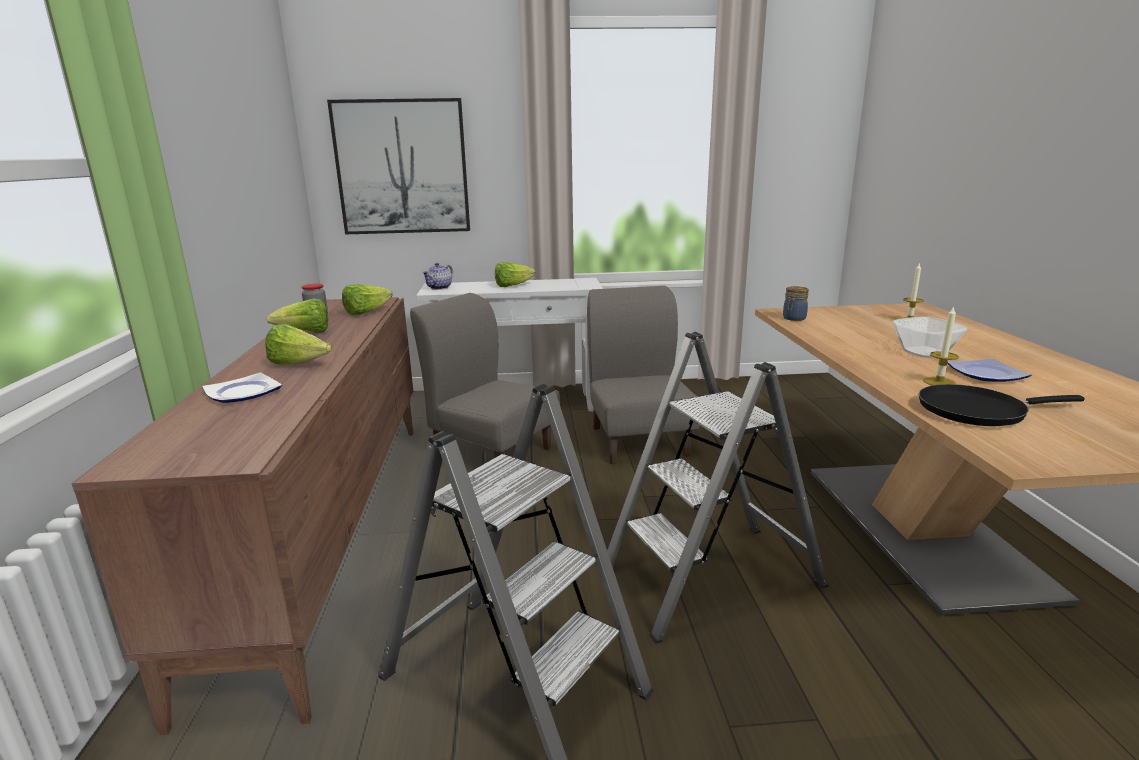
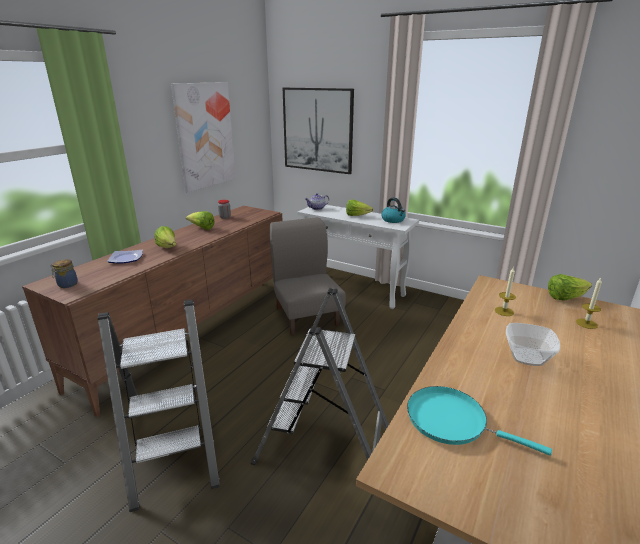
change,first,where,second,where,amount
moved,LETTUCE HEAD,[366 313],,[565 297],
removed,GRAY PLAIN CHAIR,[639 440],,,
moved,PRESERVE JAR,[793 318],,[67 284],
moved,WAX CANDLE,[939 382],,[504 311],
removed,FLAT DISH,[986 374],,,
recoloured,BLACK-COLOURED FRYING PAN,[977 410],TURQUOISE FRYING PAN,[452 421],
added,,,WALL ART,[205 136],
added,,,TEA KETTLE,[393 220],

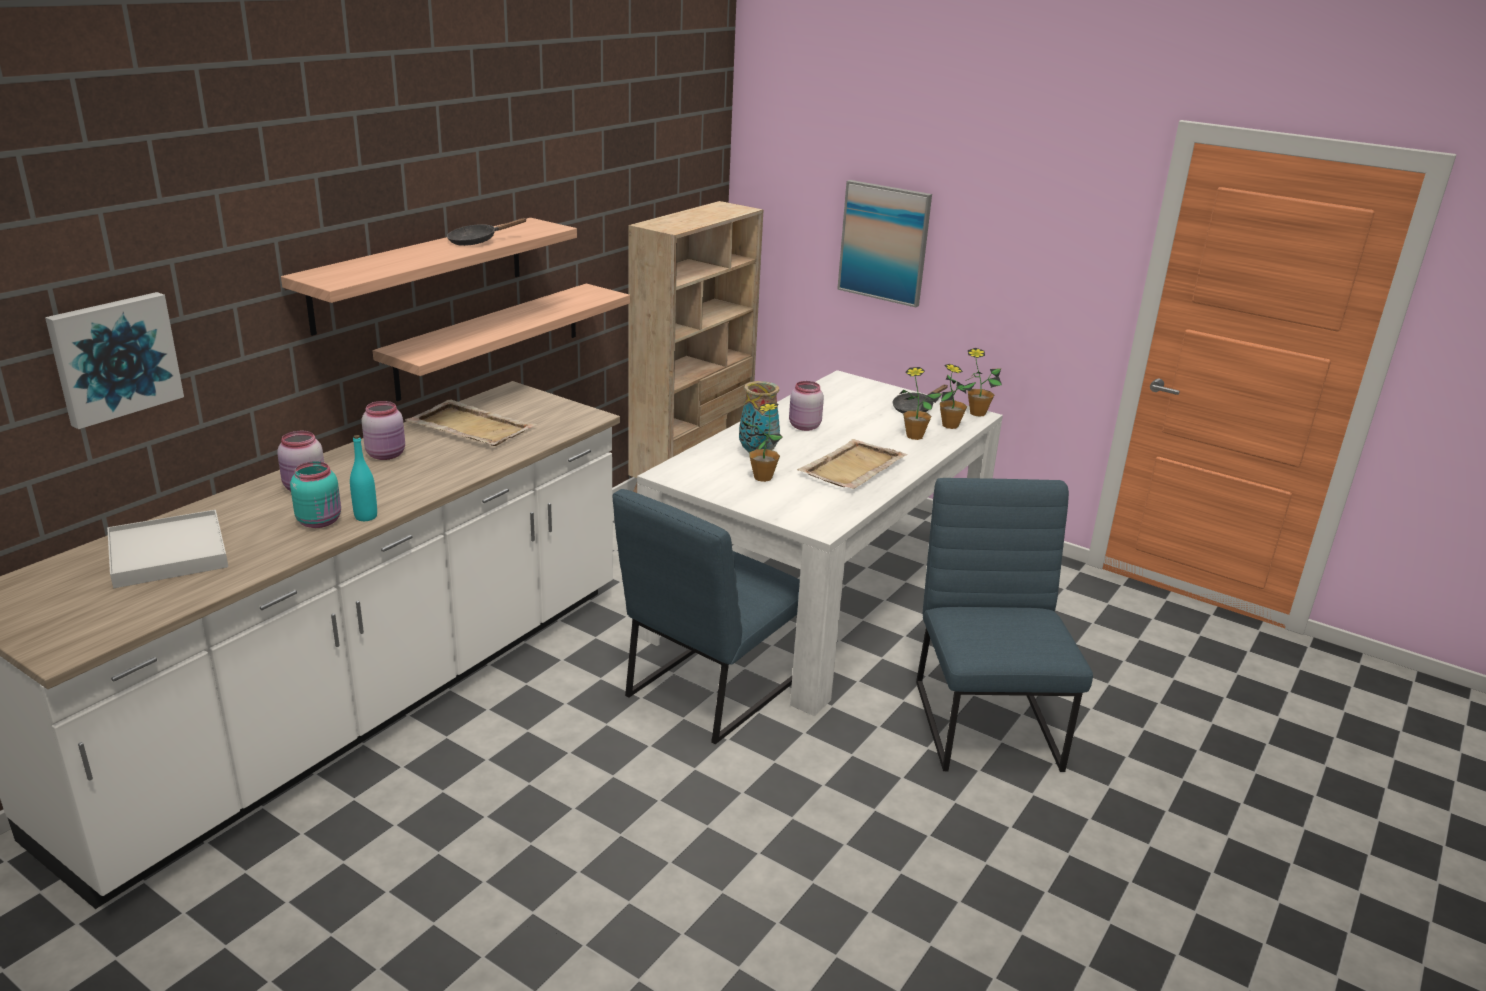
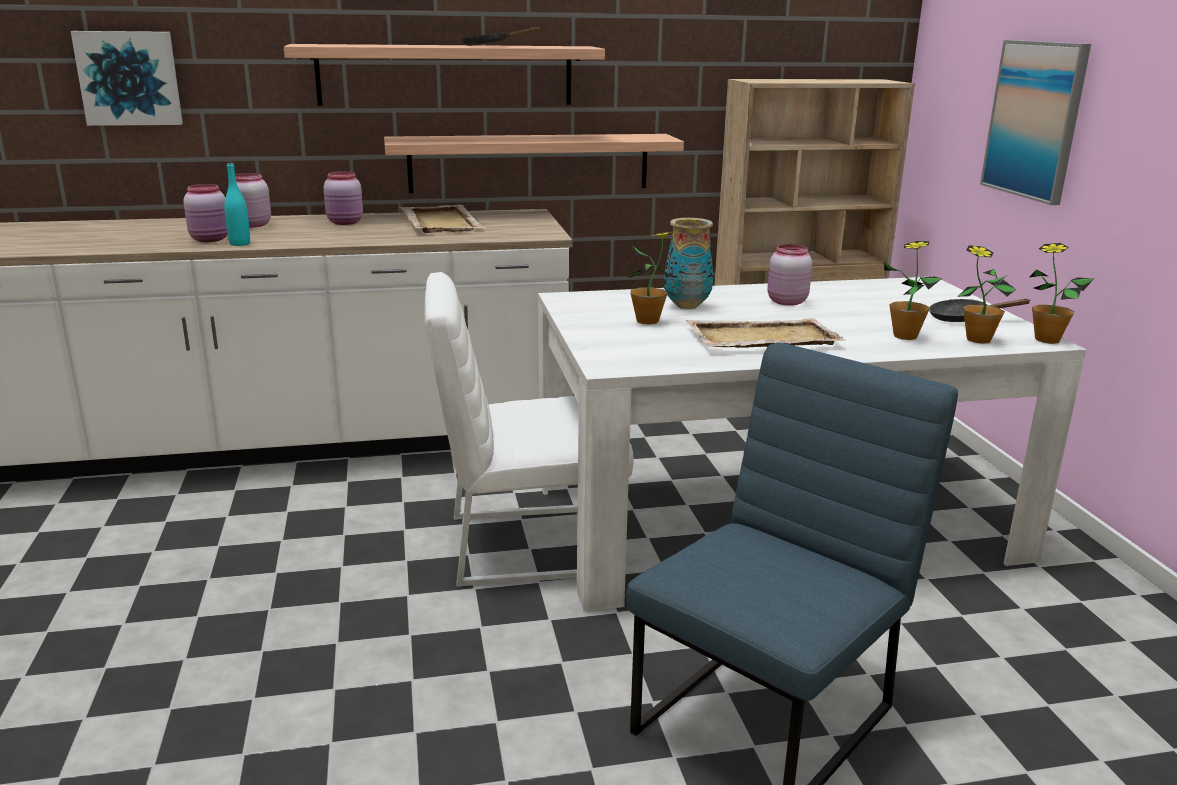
change,first,where,second,where,amount
recoloured,TURQUOISE PRESERVE JAR,[321 521],PINK PRESERVE JAR,[211 239],
recoloured,BLUE-COLOURED PLAIN CHAIR,[709 689],WHITISH PLAIN CHAIR,[528 544],
removed,WHITISH CARRYING TRAY,[168 554],,,

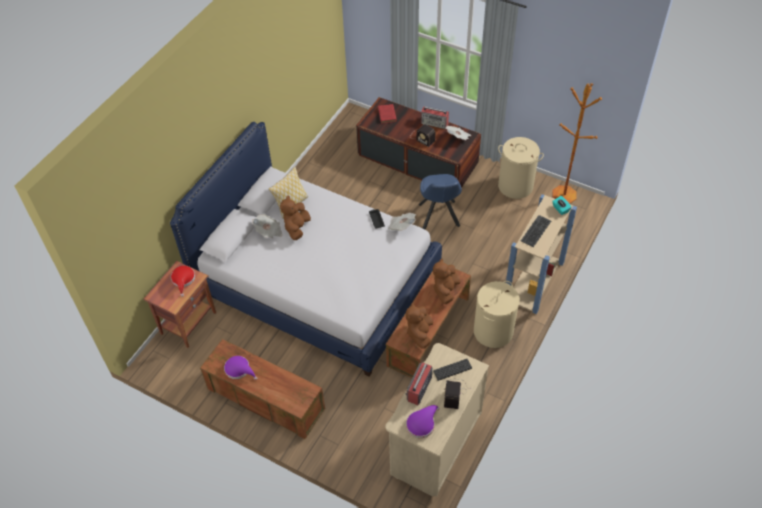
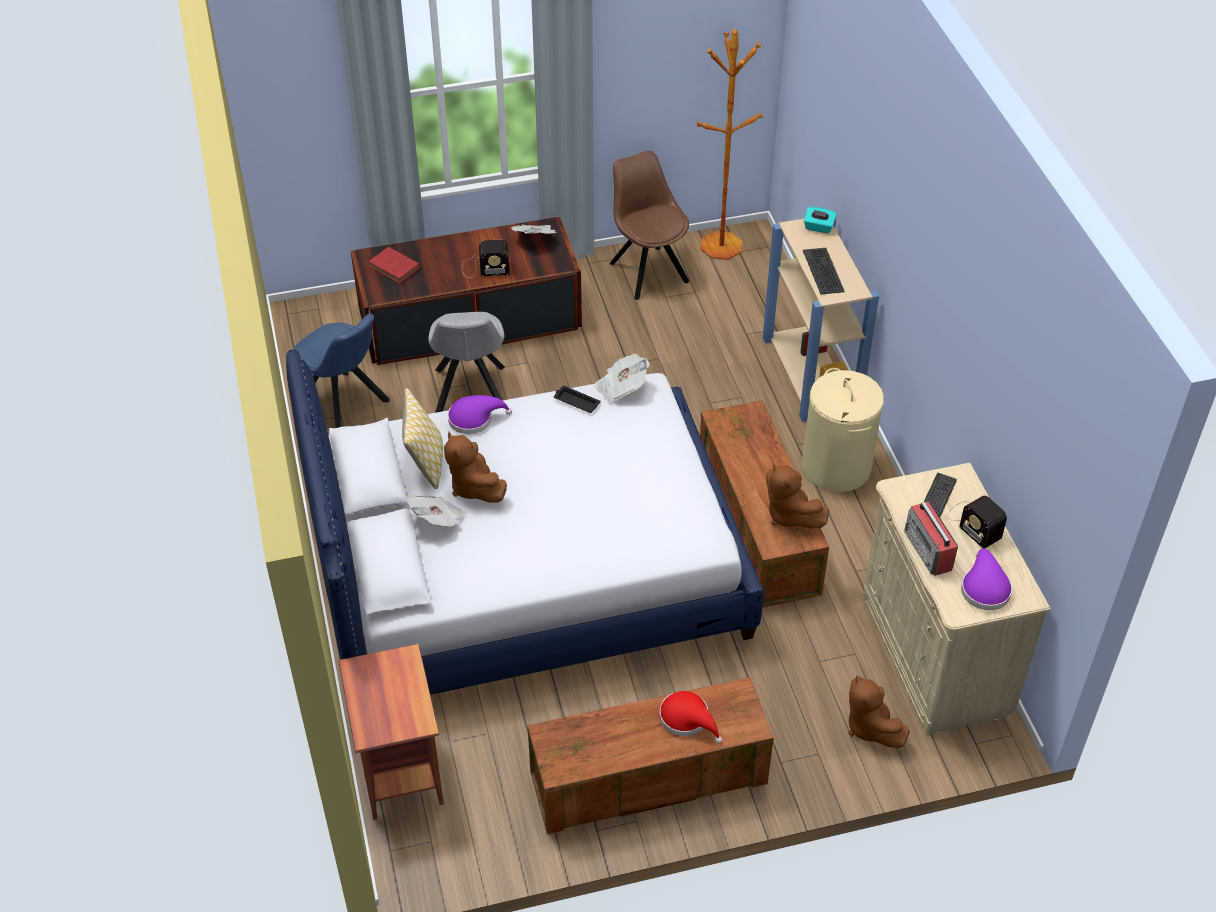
change,first,where,second,where,amount
removed,RADIO SET,[434 123],,,
replaced,BEIGE HAMPER,[515 186],BROWN-COLOURED PLAIN CHAIR,[648 272],
moved,BLUE-COLOURED PLAIN CHAIR,[439 216],,[344 405],
moved,BROWN-COLOURED SOFT TOY,[445 290],,[870 726],
moved,RED-COLOURED CLOTHING HAT,[183 280],,[687 719],
moved,PURPLE-COLOURED CLOTHING HAT,[239 370],,[474 419],
added,,,GRAY PLAIN CHAIR,[470 391],

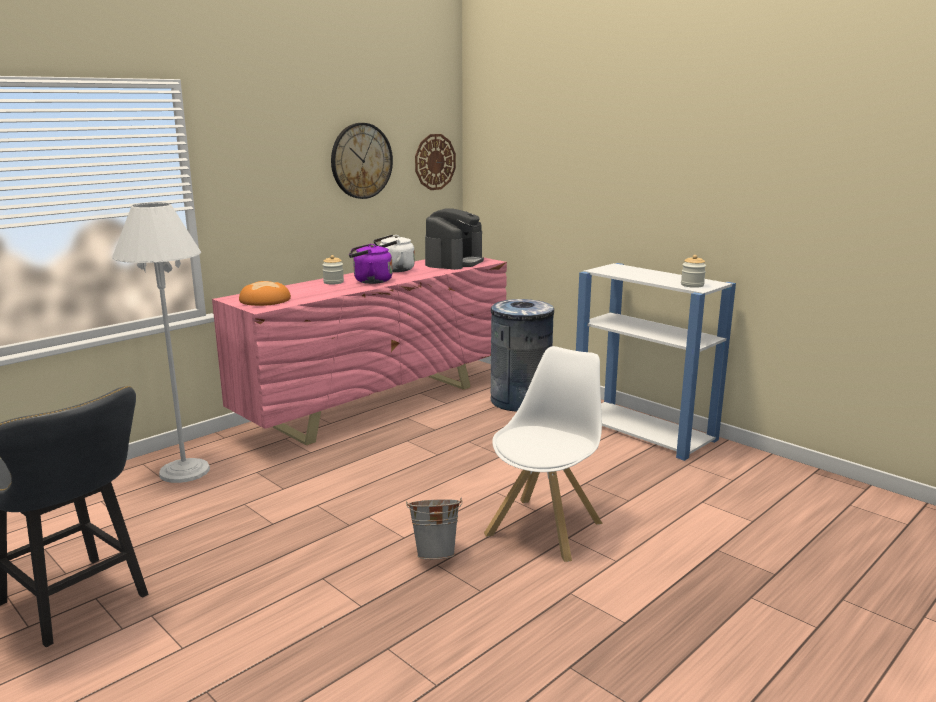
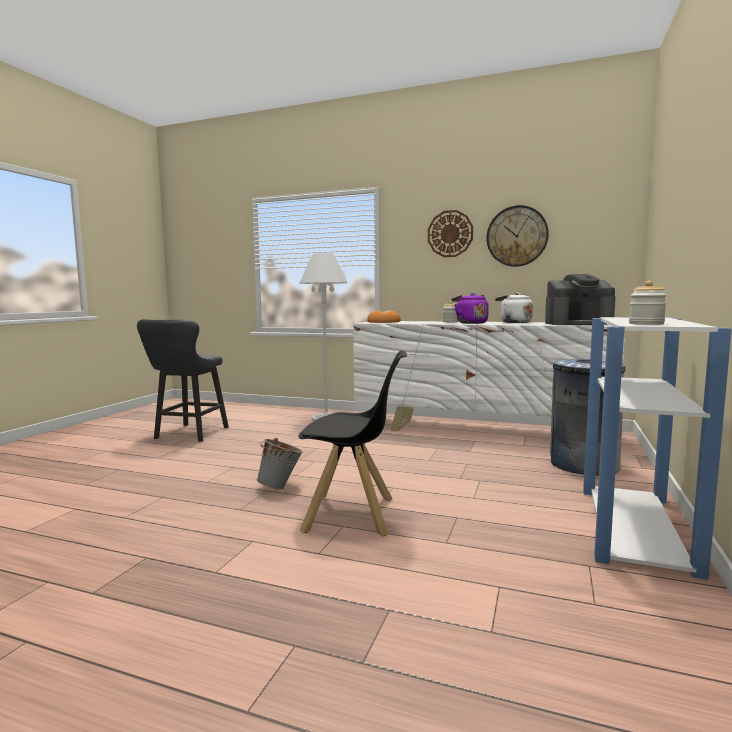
change,first,where,second,where,amount
moved,CLOCK ON THE WALL,[434 162],,[450 234],
recoloured,PINK STORAGE CABINET,[379 406],WHITISH STORAGE CABINET,[479 431],
recoloured,WHITISH PLAIN CHAIR,[546 527],BLACK-COLOURED PLAIN CHAIR,[353 514],

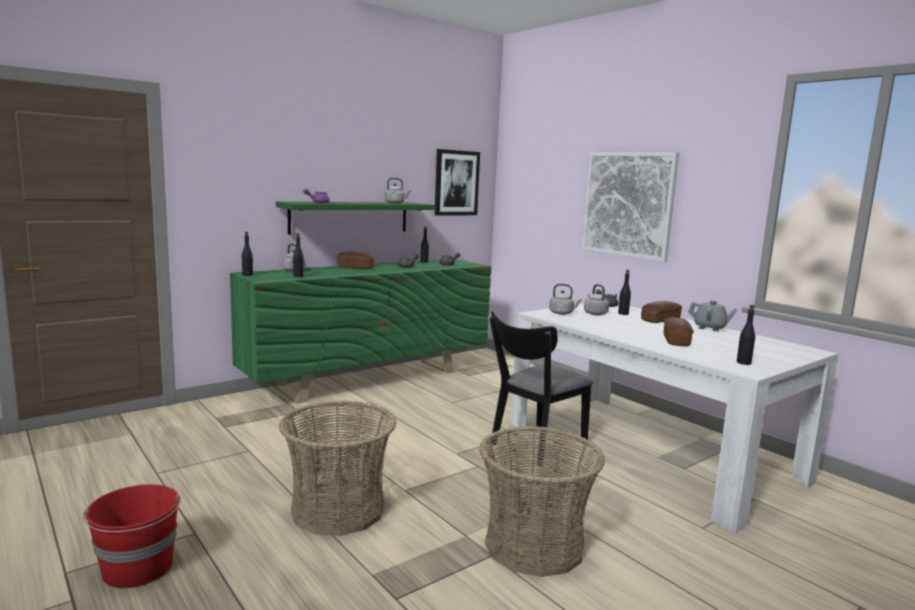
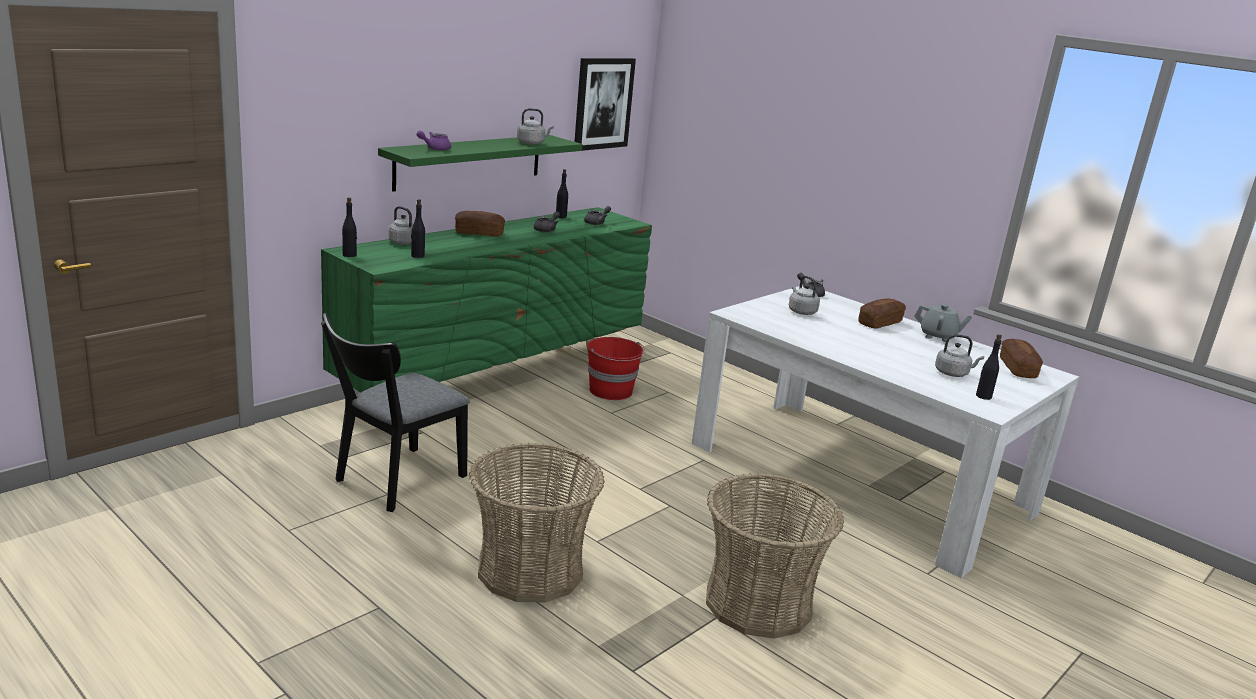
change,first,where,second,where,amount
removed,WALL ART,[628 204],,,
removed,BLACK-COLOURED BEVERAGE BOTTLE,[623 313],,,
moved,GRAY TEA KETTLE,[562 313],,[953 373],
moved,BLACK-COLOURED PLAIN CHAIR,[534 445],,[394 481],
moved,BREAD,[676 341],,[1017 368],
moved,RED-COLOURED PAIL,[138 568],,[611 391],

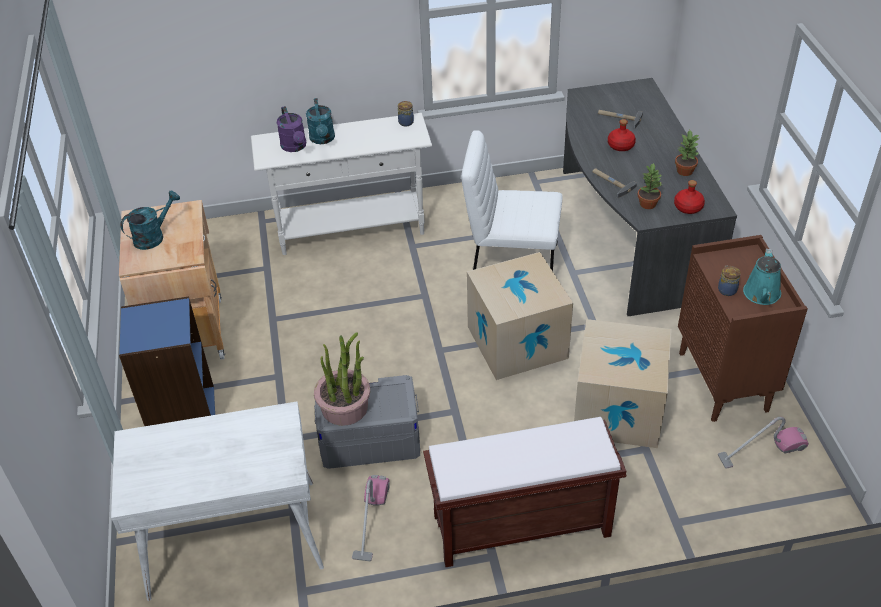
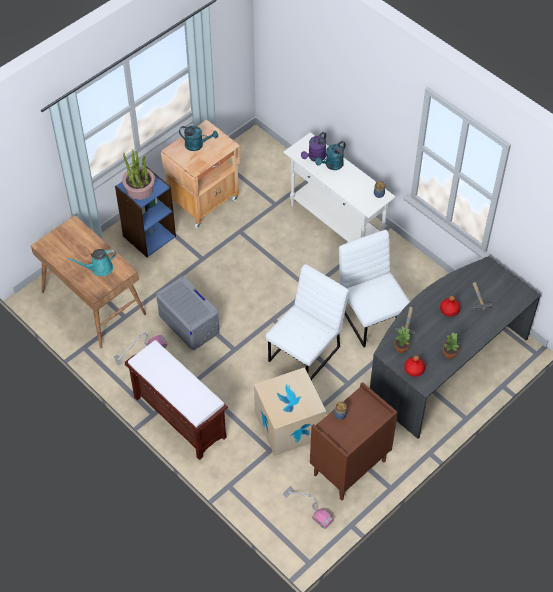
change,first,where,second,where,amount
moved,TURQUOISE SPRINKLING CAN,[762 295],,[99 268],
replaced,CARDBOARD BOX,[517 342],WHITISH PLAIN CHAIR,[306 352],
moved,PLANT IN A POT,[345 407],,[140 189],
recoloured,WHITISH DESK UNIT,[232 540],BROWN-COLOURED DESK UNIT,[93 303],

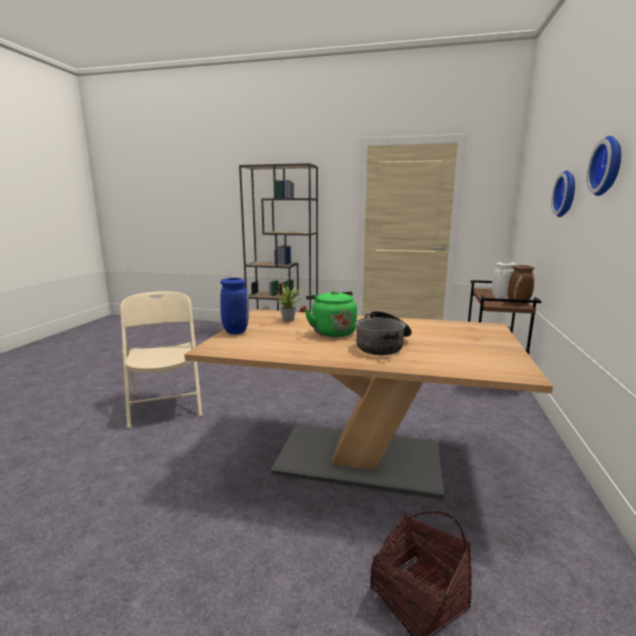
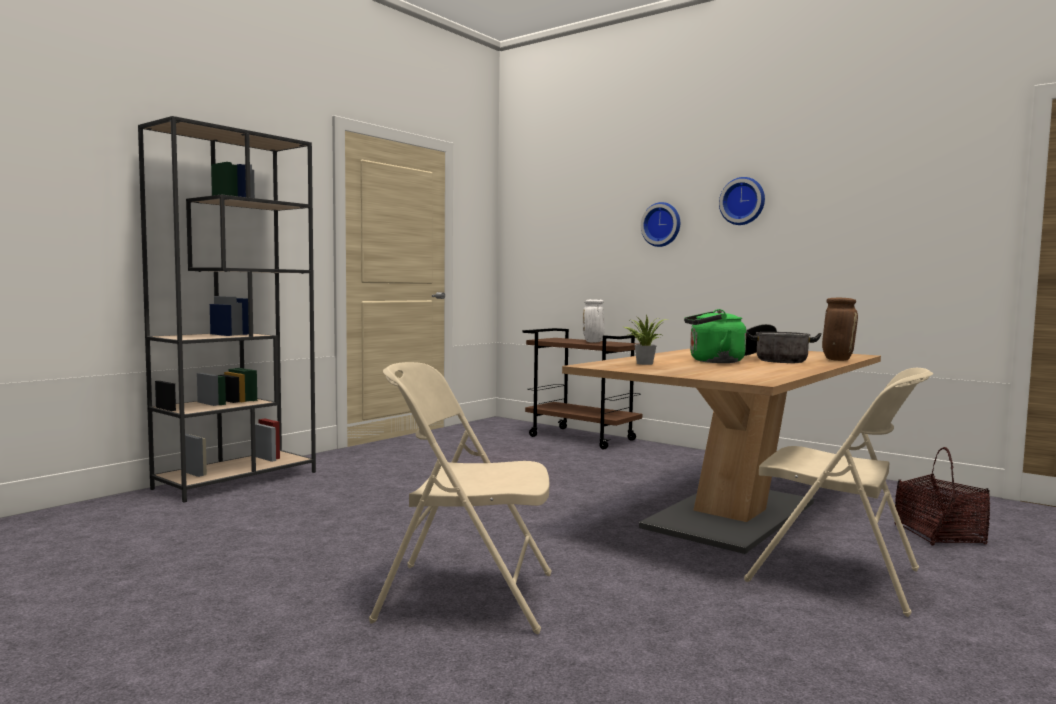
change,first,where,second,where,amount
moved,BROWN-COLOURED VASE,[518 303],,[837 360],
removed,BLUE-COLOURED VASE,[235 331],,,
added,,,BEIGE PLAIN CHAIR,[833 575],

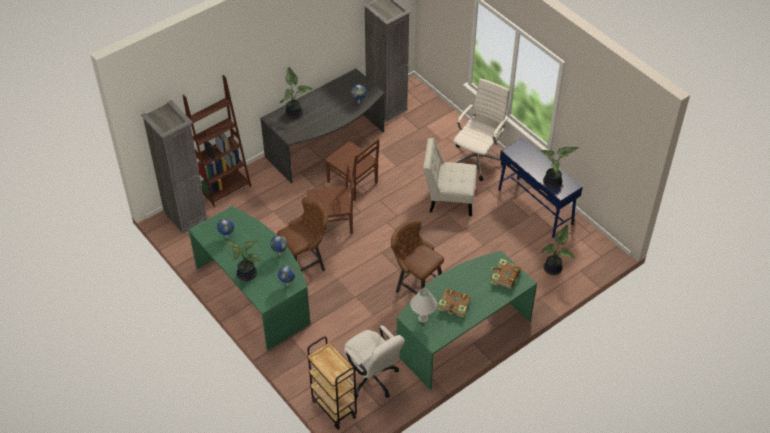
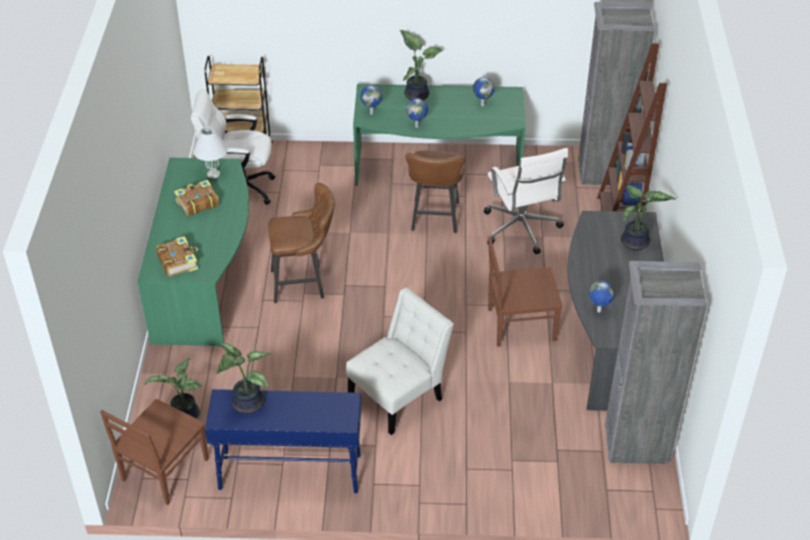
change,first,where,second,where,amount
moved,WHITISH OFFICE CHAIR,[478 159],,[521 230],
moved,BROWN-COLOURED PLAIN CHAIR,[332 223],,[163 471],

